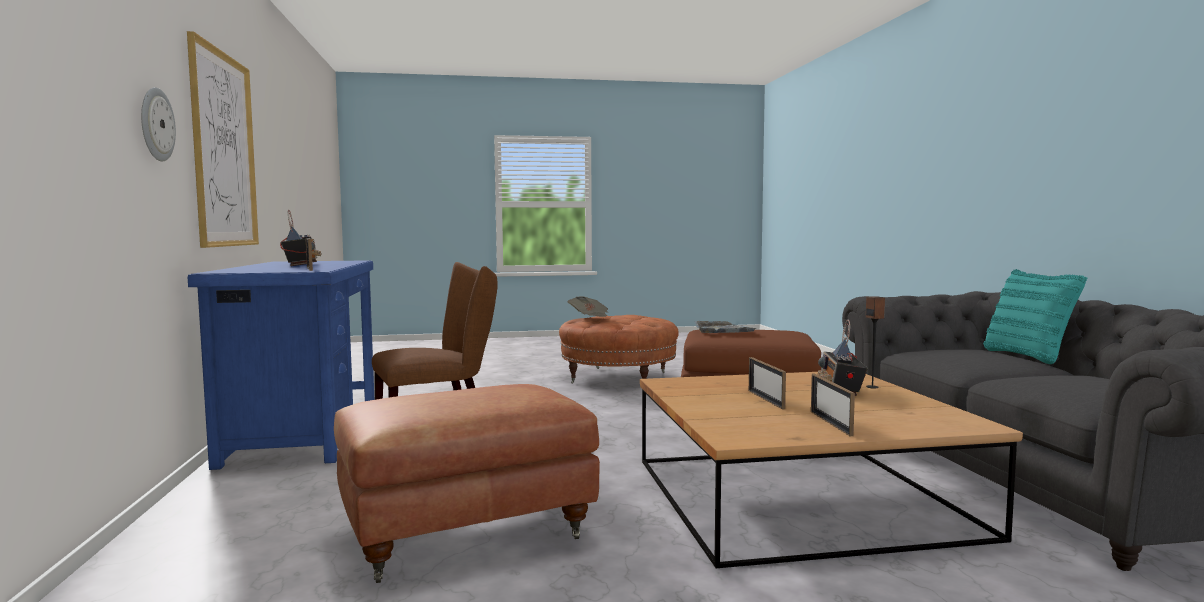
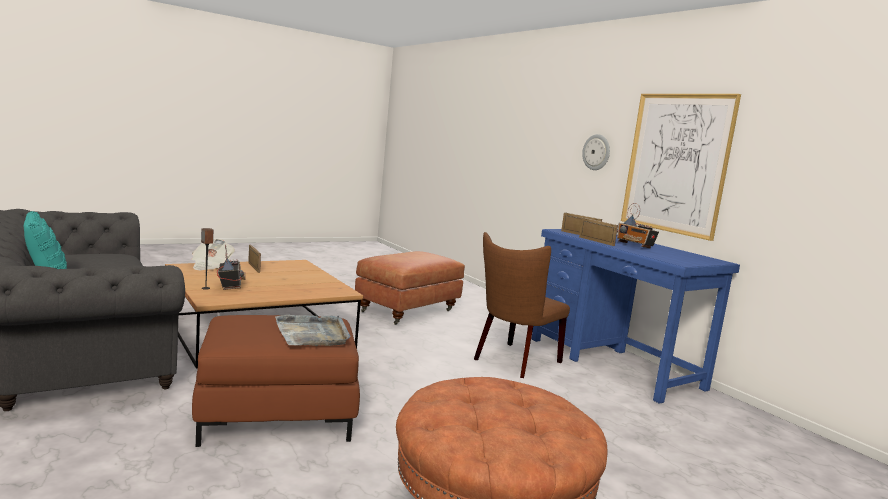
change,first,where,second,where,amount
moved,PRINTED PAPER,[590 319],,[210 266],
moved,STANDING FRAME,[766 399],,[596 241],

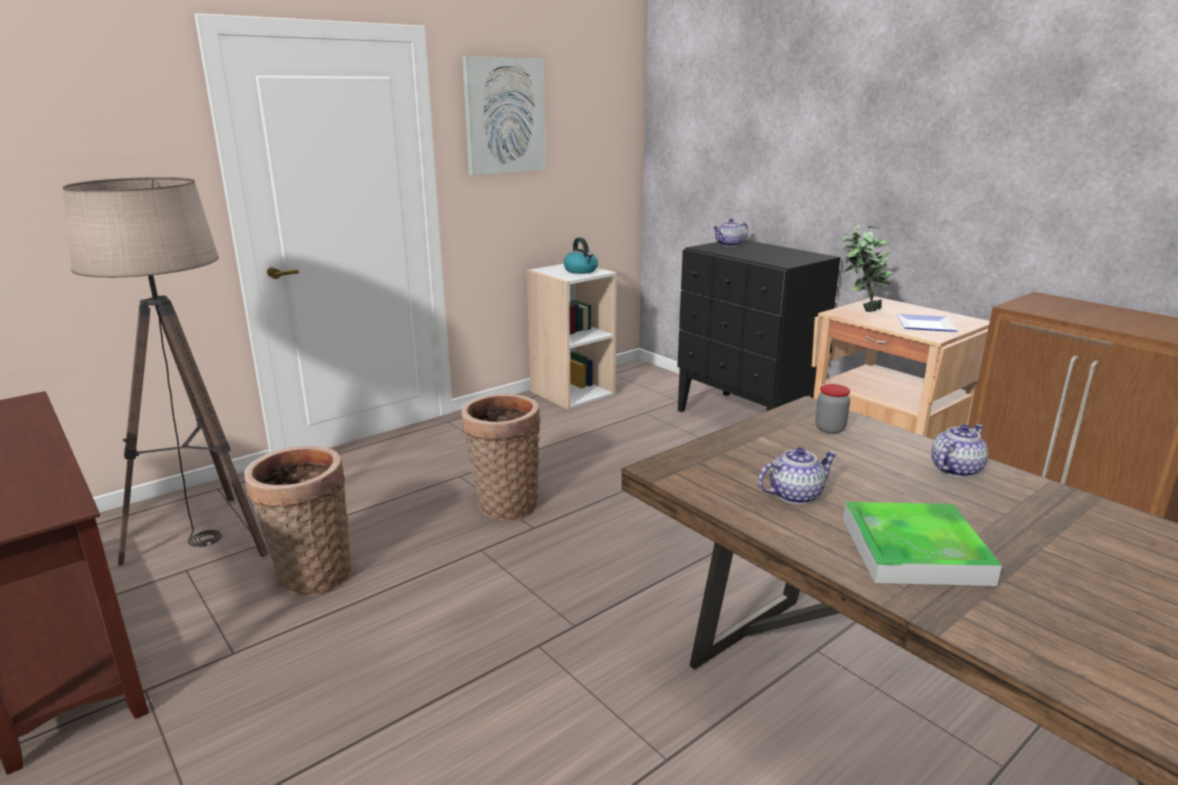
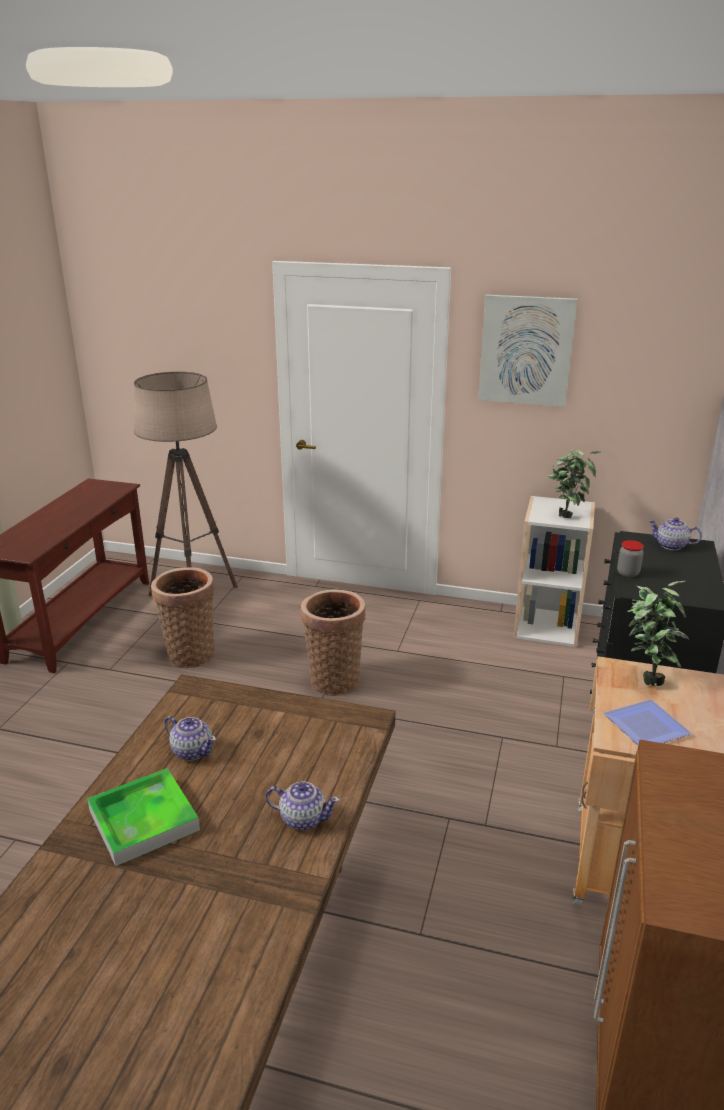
change,first,where,second,where,amount
replaced,TEA KETTLE,[581 271],PLANT IN A POT,[567 514],
moved,PRESERVE JAR,[830 429],,[628 573],

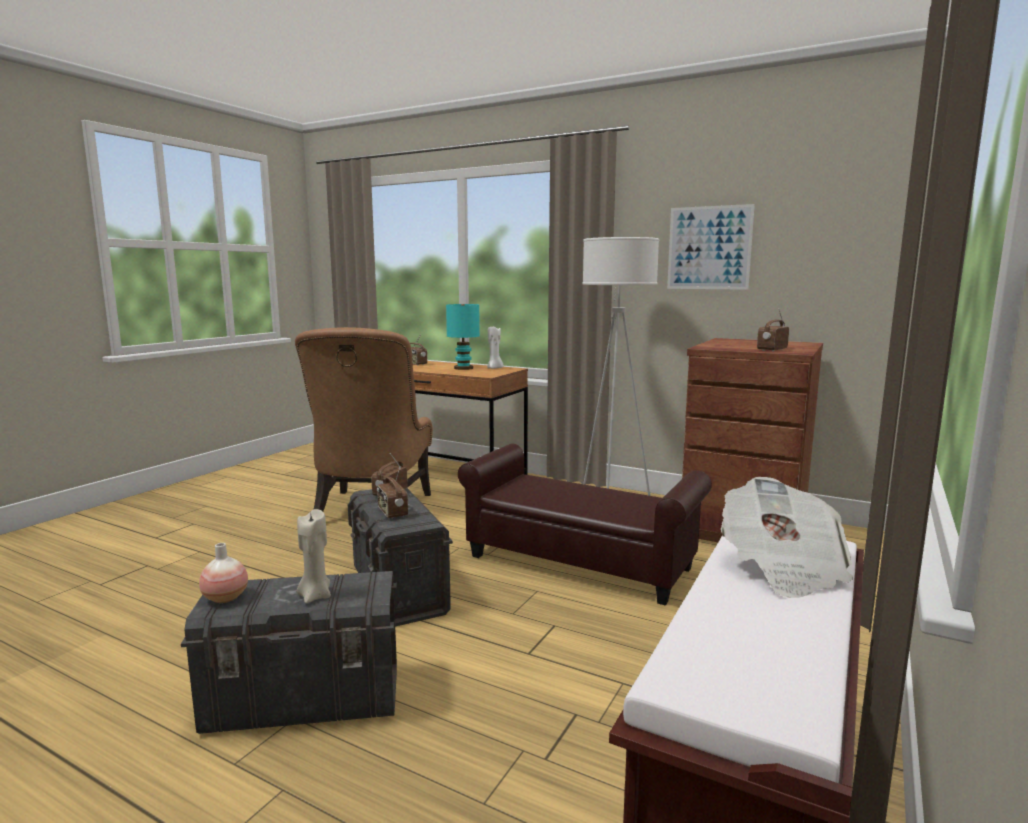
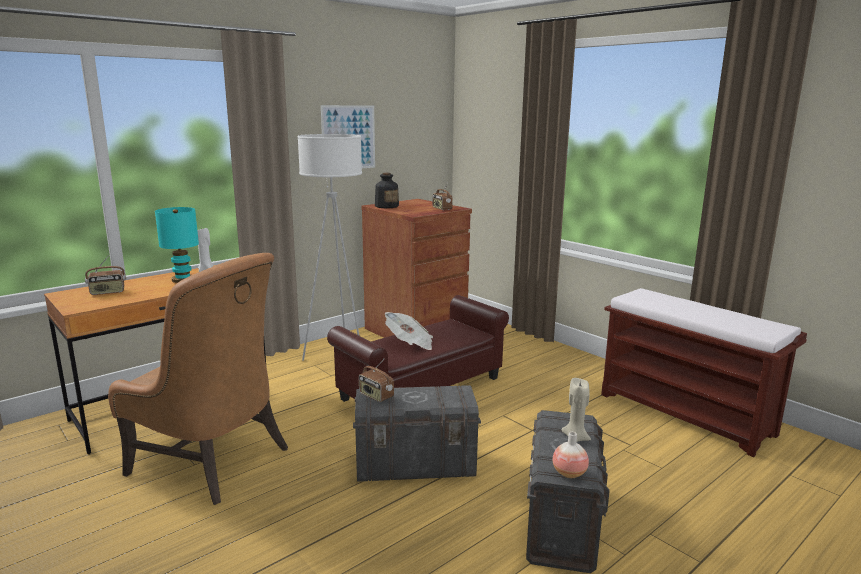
change,first,where,second,where,amount
removed,RADIO SET,[392 512],,,
moved,PRINTED PAPER,[782 567],,[410 343],
added,,,BEVERAGE BOTTLE,[386 206],

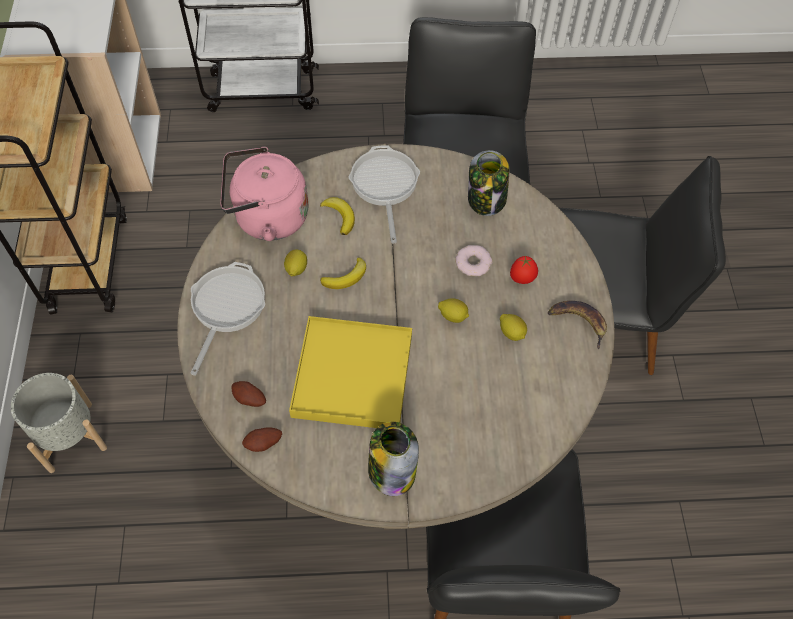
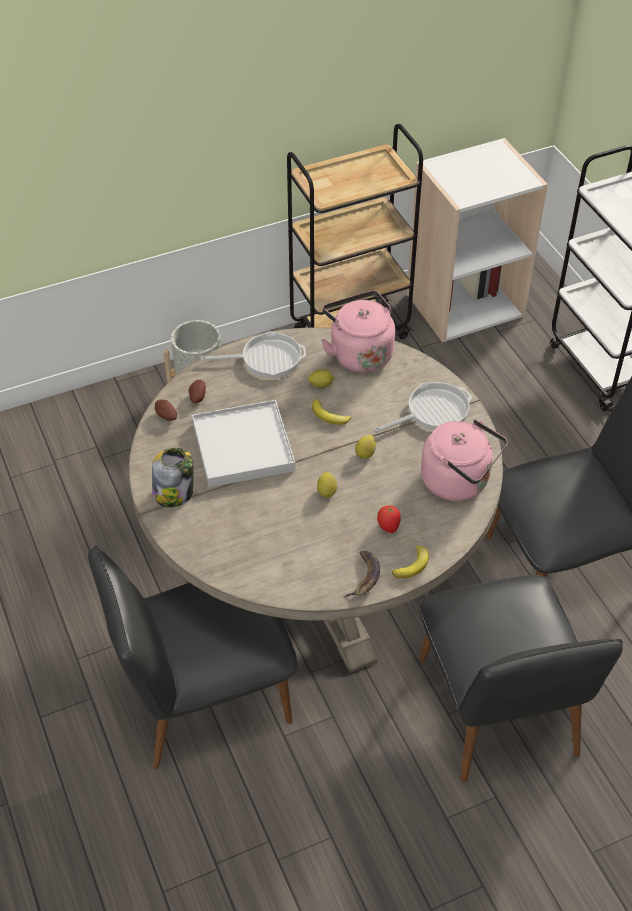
change,first,where,second,where,amount
replaced,PRESERVE JAR,[486 199],PINK TEA KETTLE,[459 481],
moved,BANANA FRUIT,[340 216],,[413 565],
removed,DONUT,[473 263],,,
moved,WHOLE LEMON,[512 332],,[365 453],
recoloured,YELLOW CARRYING TRAY,[353 376],WHITISH CARRYING TRAY,[243 447],

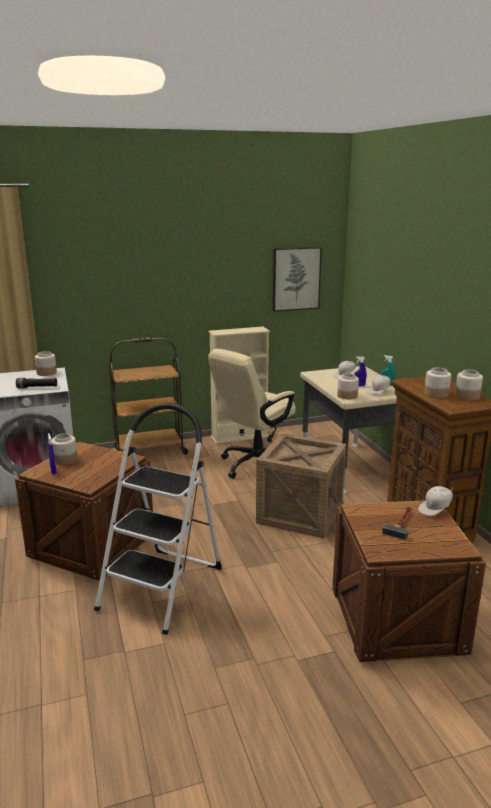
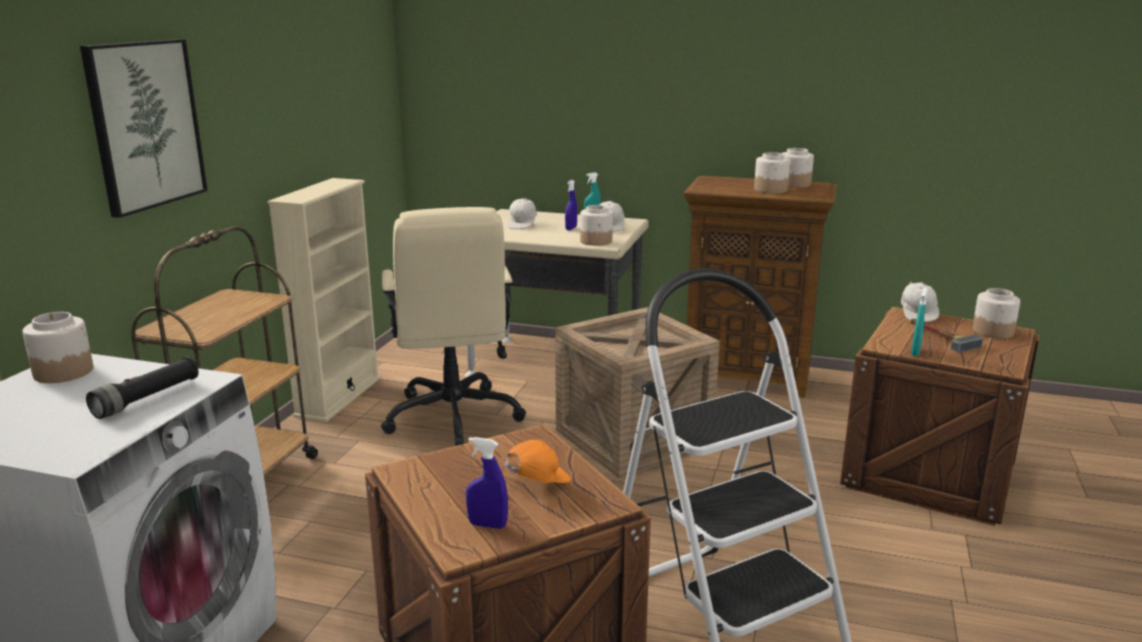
change,first,where,second,where,amount
moved,WALL ART,[296 278],,[145 125],
moved,PRESERVE JAR,[65 460],,[993 331],
added,,,TURQUOISE HAND SPRAYER,[915 352],
added,,,ORANGE CAP,[536 483],

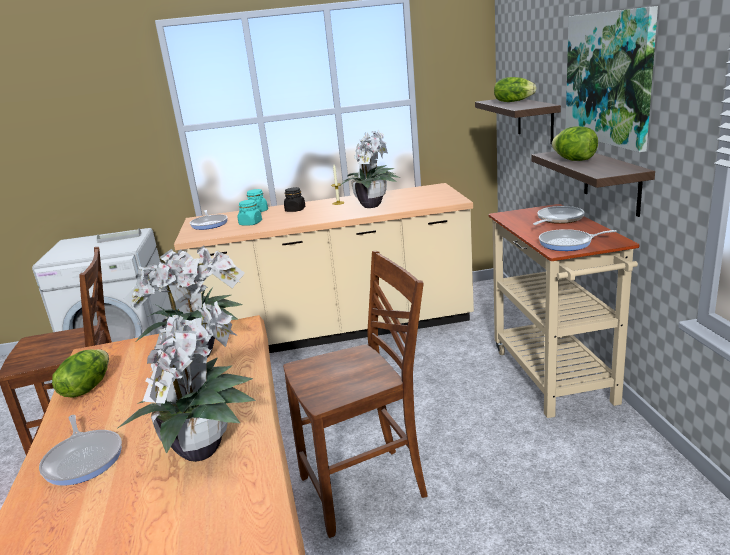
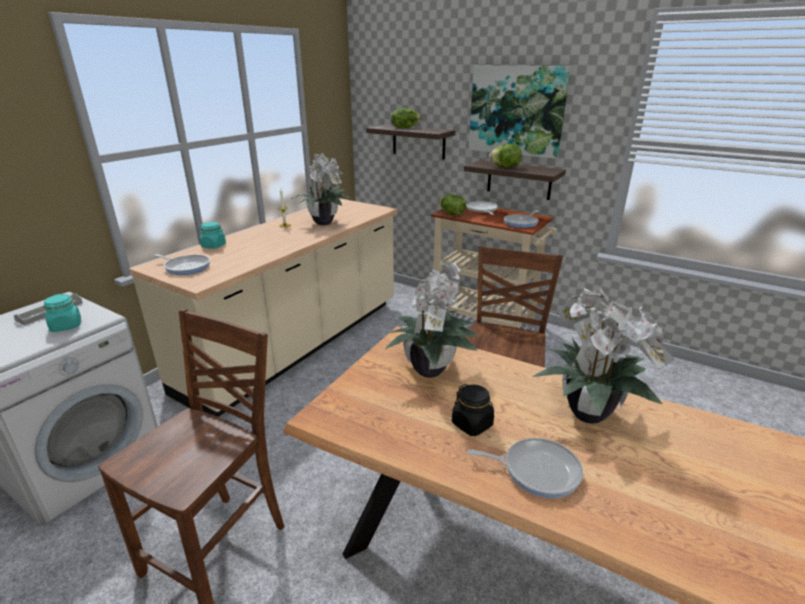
change,first,where,second,where,amount
moved,BLACK-COLOURED PRESERVE JAR,[295 210],,[472 424],
moved,TURQUOISE PRESERVE JAR,[250 223],,[66 326],
moved,LETTUCE HEAD,[86 388],,[451 214],

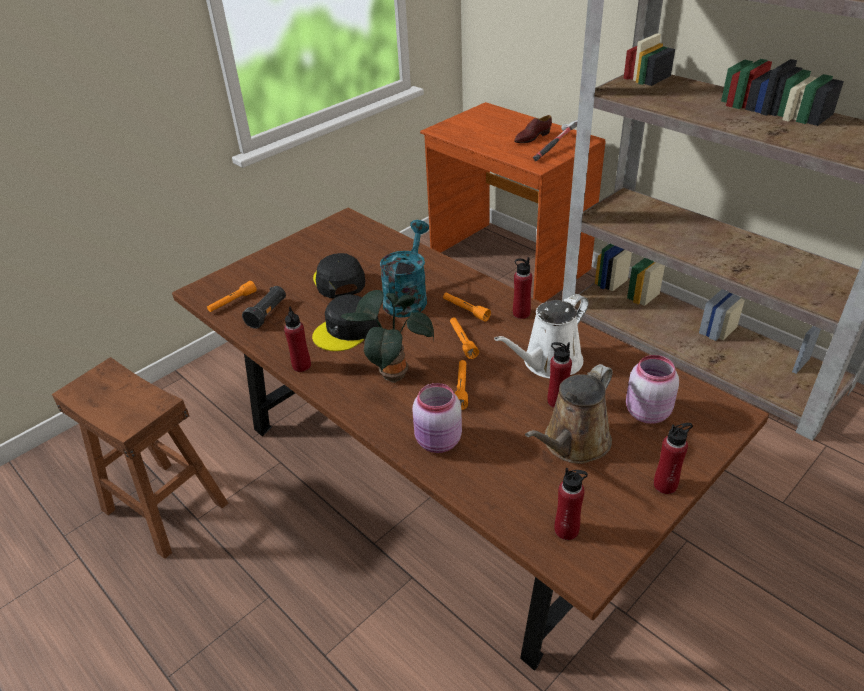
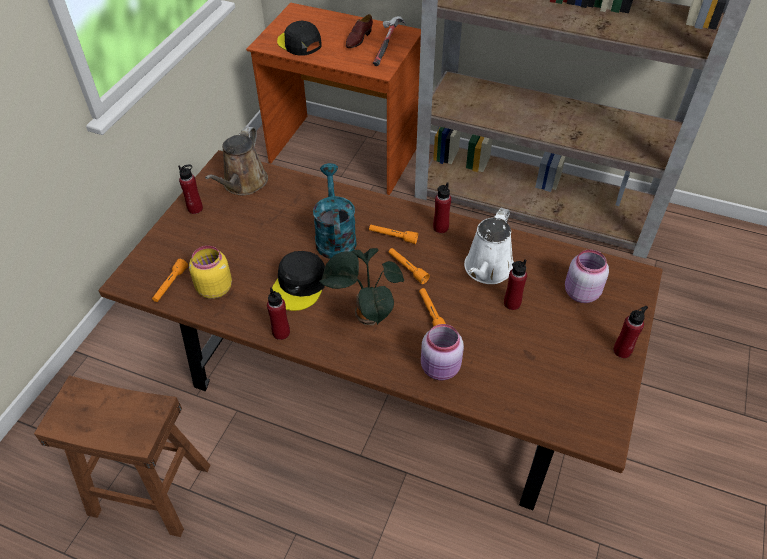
change,first,where,second,where,amount
moved,BLACK-COLOURED CAP,[338 281],,[299 43],
replaced,BLACK-COLOURED TORCH,[267 314],YELLOW PRESERVE JAR,[214 288],
moved,BROWN-COLOURED SPRINKLING CAN,[573 444],,[243 184],
moved,RED-COLOURED BEVERAGE BOTTLE,[566 530],,[195 208],

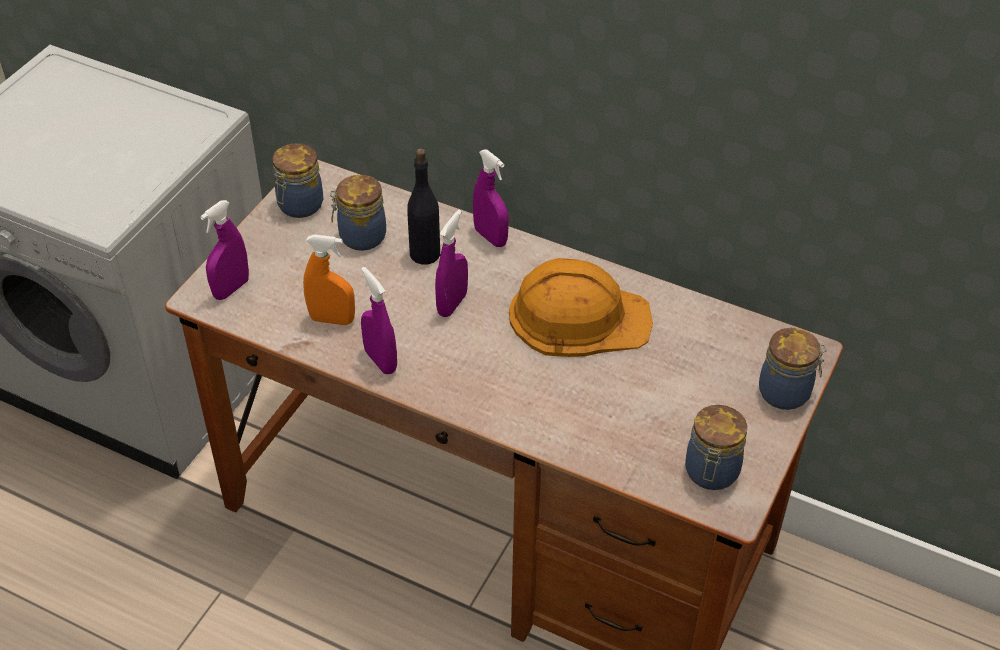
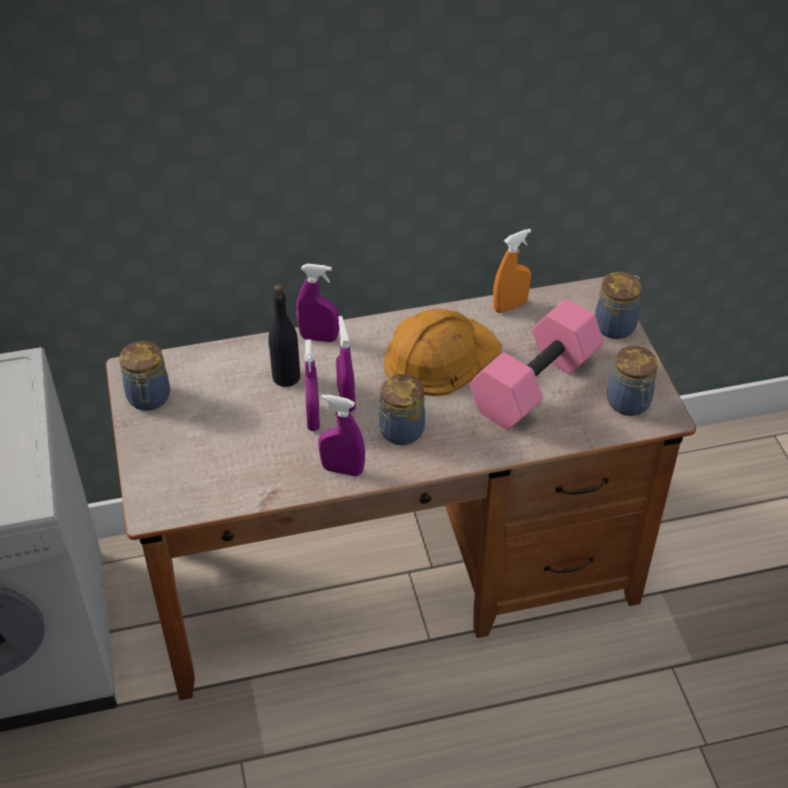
change,first,where,second,where,amount
moved,PRESERVE JAR,[360 236],,[400 432],
moved,PURPLE-COLOURED HAND SPRAYER,[231 289],,[313 418],
moved,ORANGE HAND SPRAYER,[332 319],,[510 306],
added,,,PINK FREE WEIGHT,[534 383],

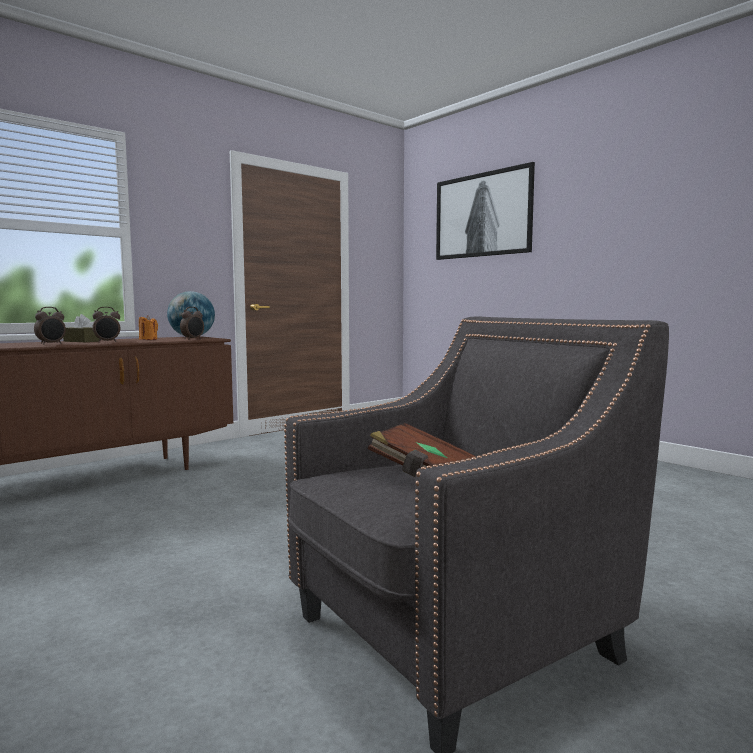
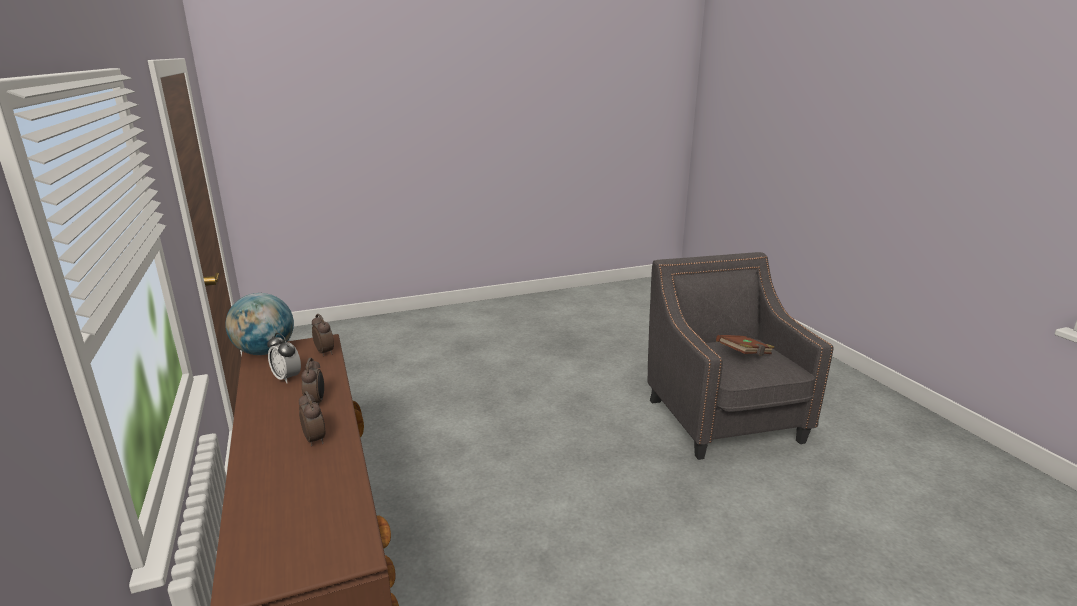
change,first,where,second,where,amount
removed,WALL ART,[482 215],,,
removed,BROWN-COLOURED TISSUE BOX,[81 341],,,
replaced,ORANGE WAX CANDLE,[148 339],ALARM CLOCK,[287 378],

